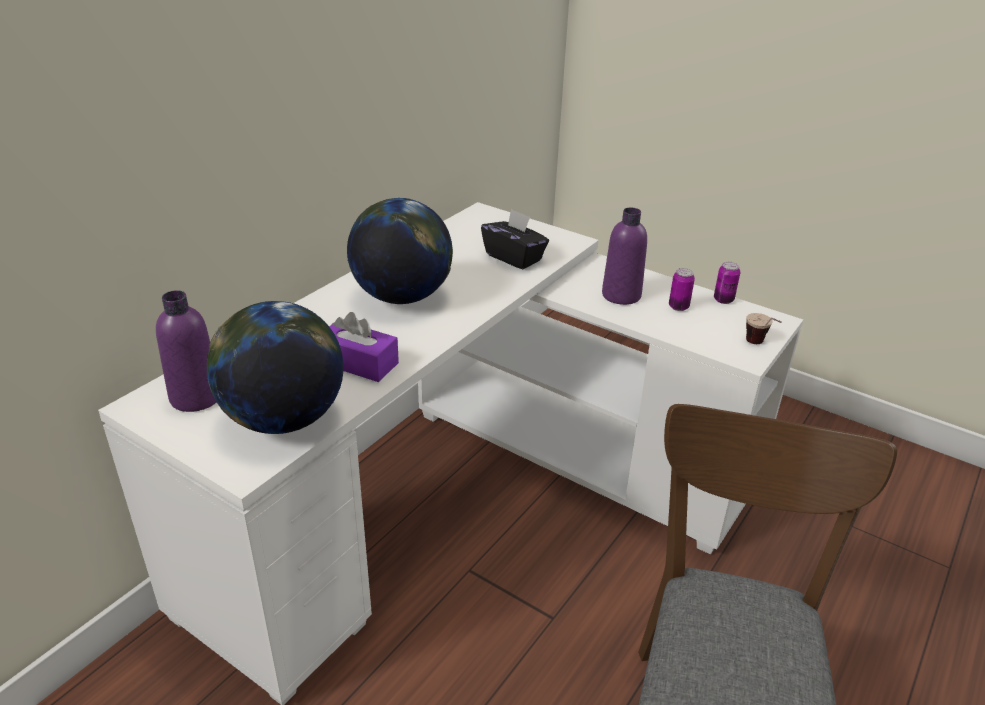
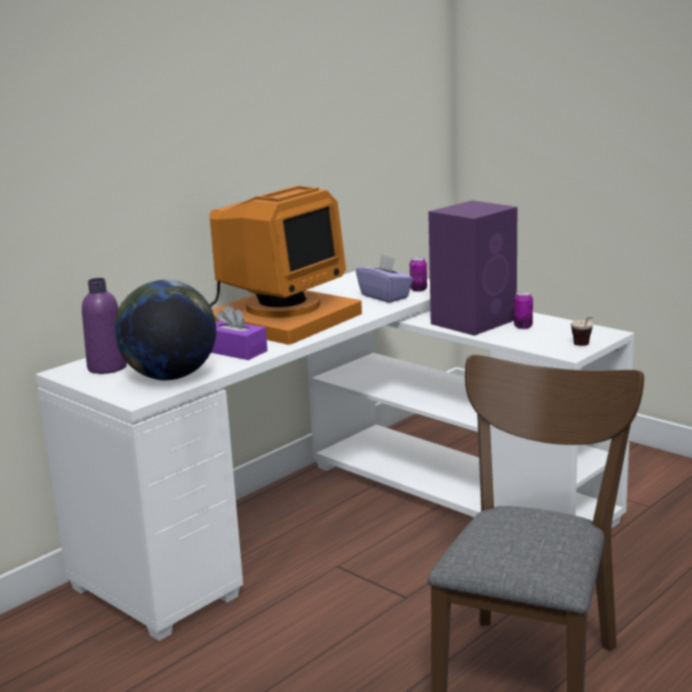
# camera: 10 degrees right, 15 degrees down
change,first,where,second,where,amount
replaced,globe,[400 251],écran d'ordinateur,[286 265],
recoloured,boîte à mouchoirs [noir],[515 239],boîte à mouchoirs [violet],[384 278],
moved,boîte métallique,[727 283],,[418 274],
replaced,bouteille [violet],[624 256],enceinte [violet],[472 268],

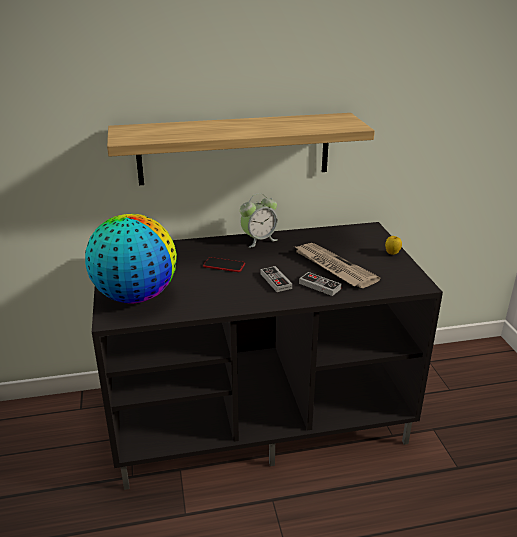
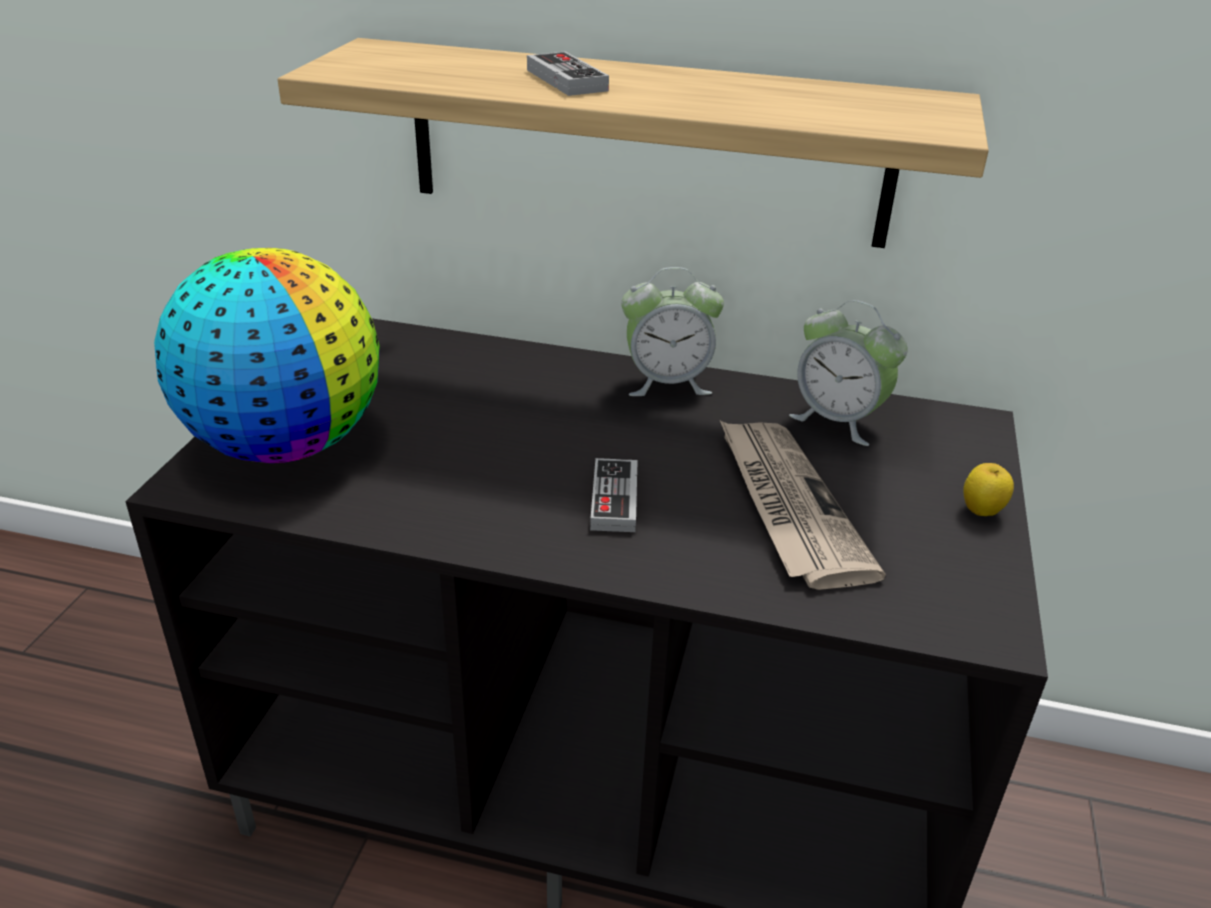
# camera: 25 degrees right, 5 degrees up
change,first,where,second,where,amount
moved,manette,[320 284],,[568 74],
added,,,réveil,[848 373],
removed,téléphone,[224 264],,,

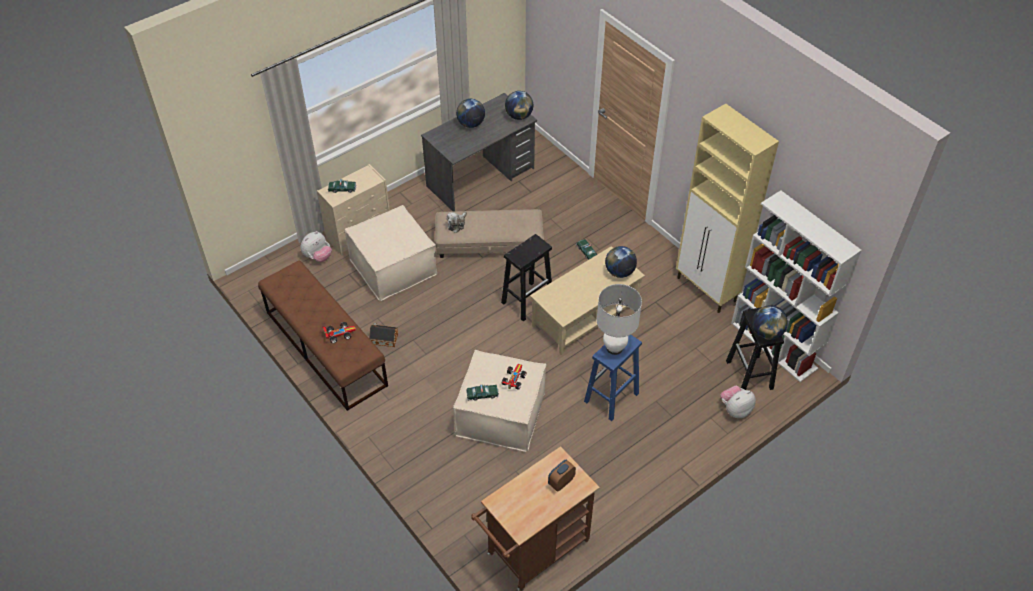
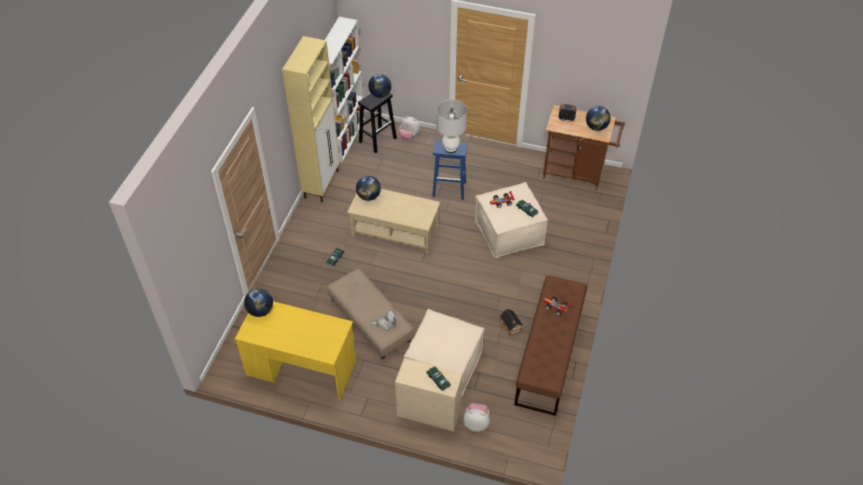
# camera: 125 degrees left, 0 degrees up
change,first,where,second,where,amount
recoloured,bureau [gris],[479 152],bureau [jaune],[295 350],
moved,globe,[470 113],,[598 118],
removed,tabouret [noir],[526 277],,,

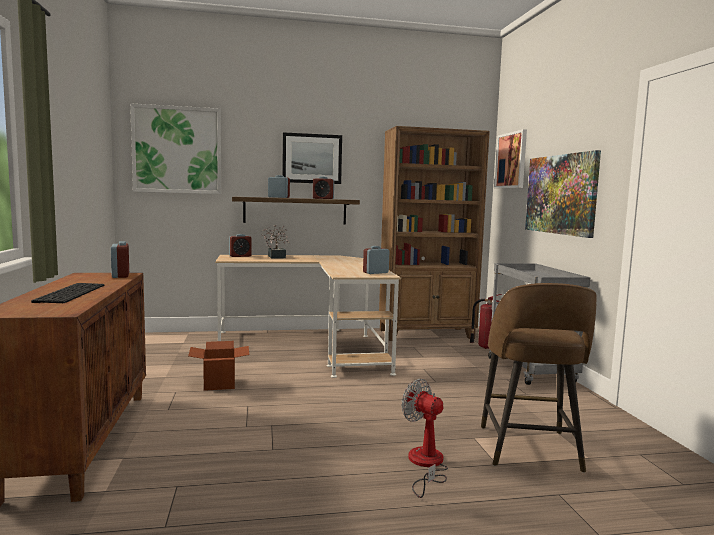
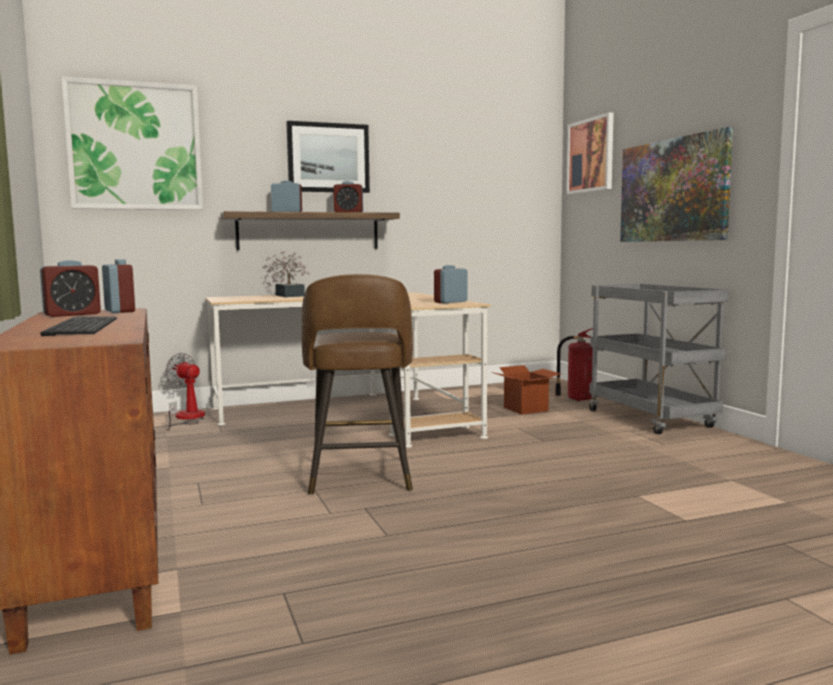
# camera: 10 degrees left, 0 degrees up
change,first,where,second,where,amount
moved,réveil,[240 245],,[70 288],
moved,ventilateur,[424 438],,[185 392],
moved,tabouret [marron],[538 378],,[357 384],
moved,carton,[218 366],,[526 390],
removed,bibliothèque [marron],[434 233],,,

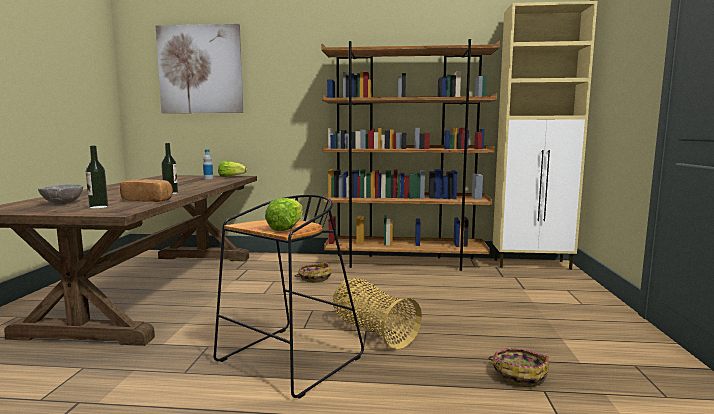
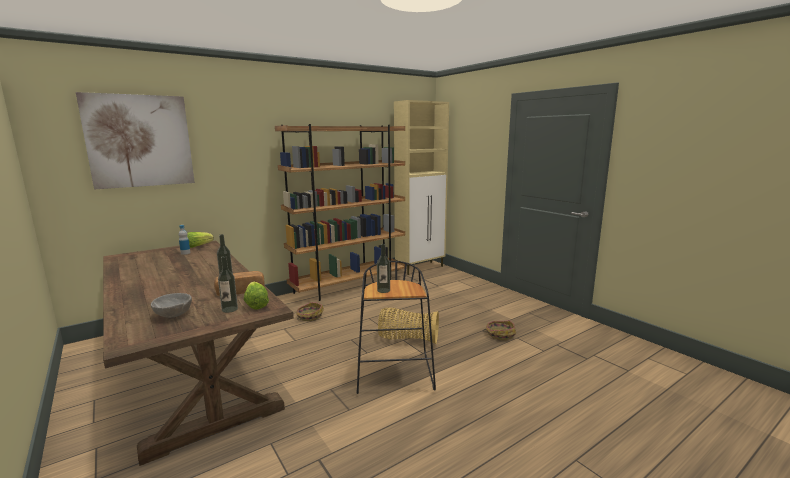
# camera: 40 degrees left, 5 degrees up
change,first,where,second,where,amount
moved,laitue,[284 214],,[256 295],
added,,,bouteille,[383 268],

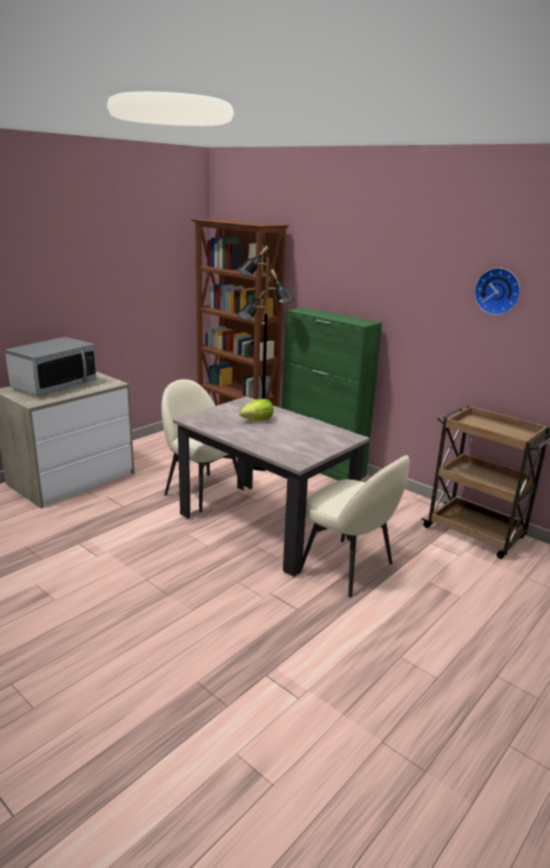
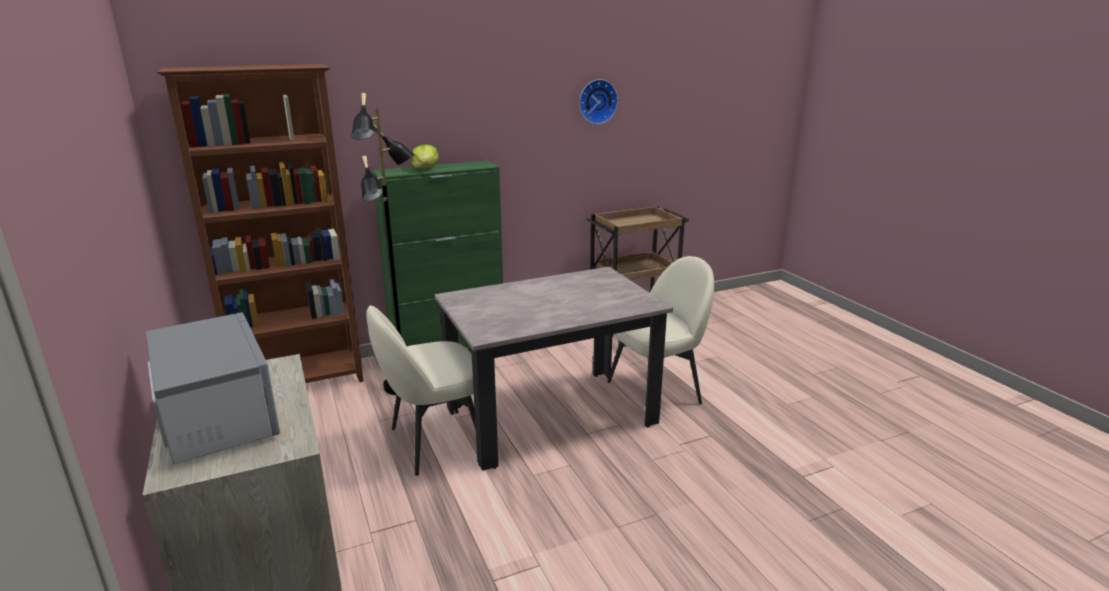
# camera: 65 degrees left, 0 degrees up
change,first,where,second,where,amount
moved,laitue,[256 410],,[425 156],

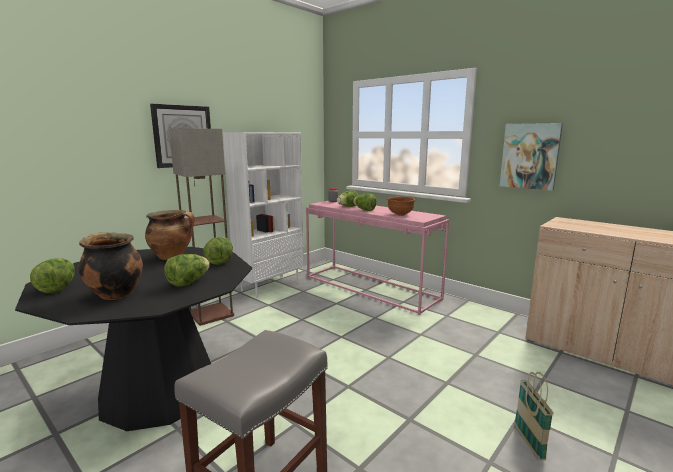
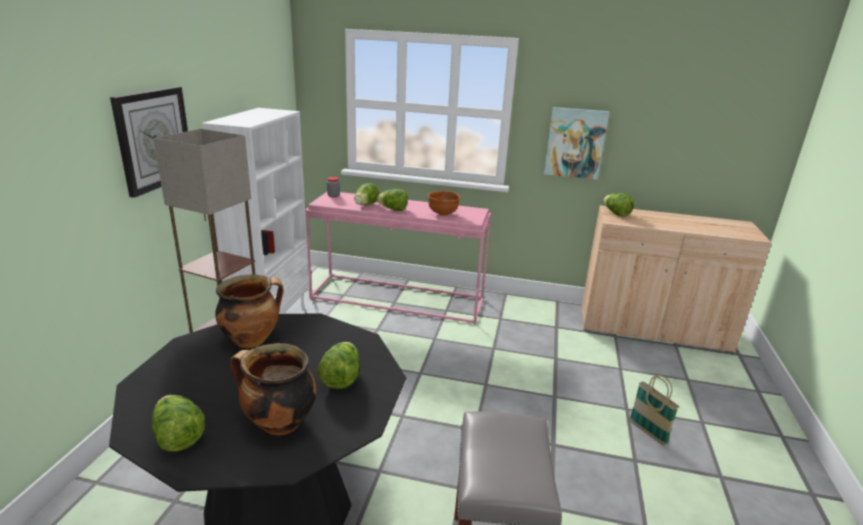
# camera: 30 degrees left, 10 degrees up
change,first,where,second,where,amount
moved,laitue,[218 251],,[619 205],

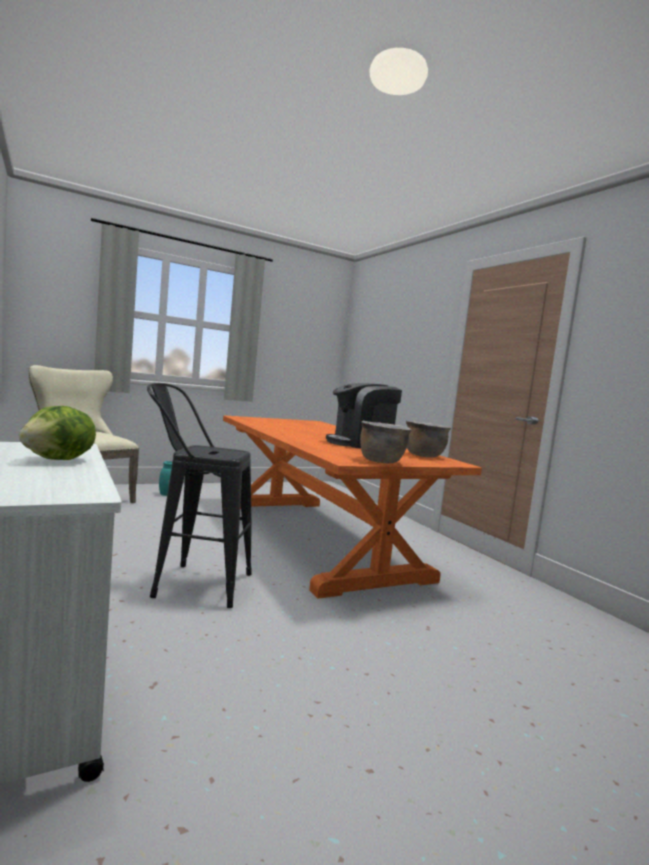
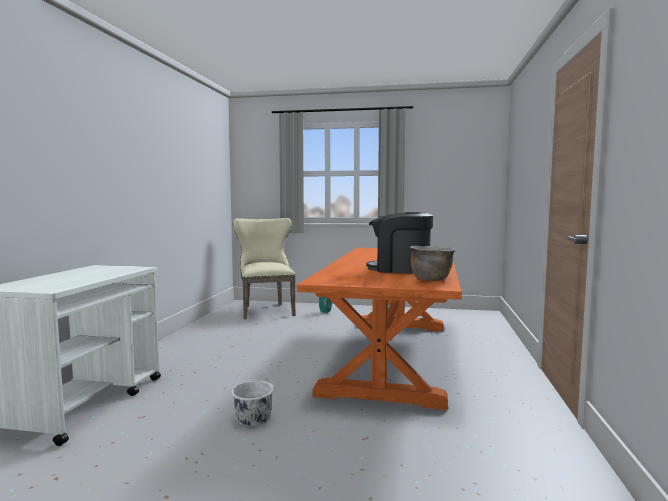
# camera: 40 degrees right, 0 degrees up
change,first,where,second,where,amount
added,,,seau [blanc],[252 396],
removed,laitue,[57 433],,,
removed,tabouret [noir],[199 495],,,
removed,marmite [marron],[386 442],,,

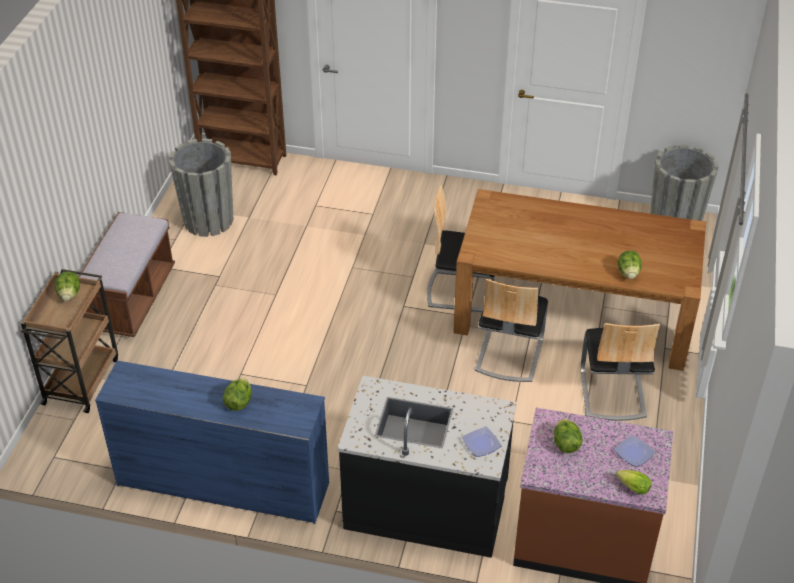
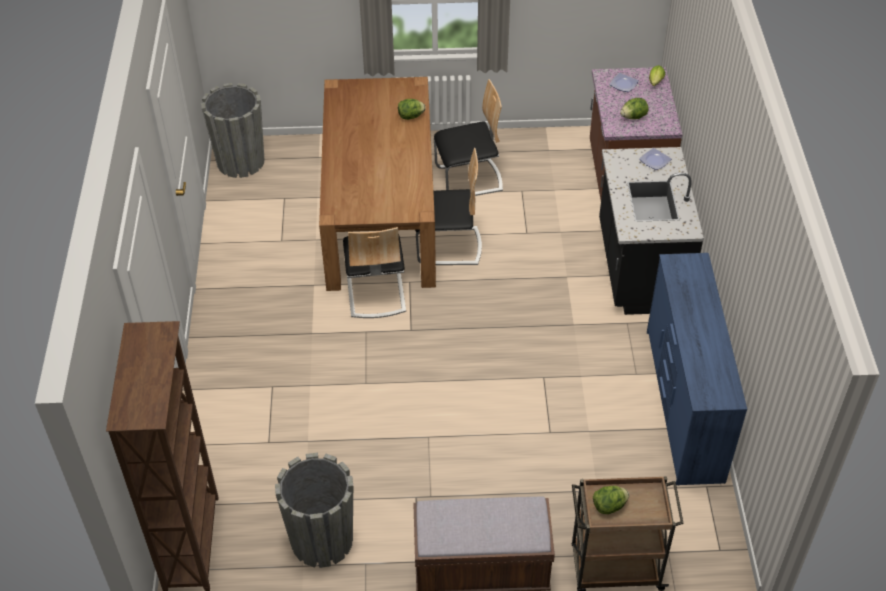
# camera: 105 degrees left, 5 degrees up
change,first,where,second,where,amount
removed,laitue,[237 394],,,

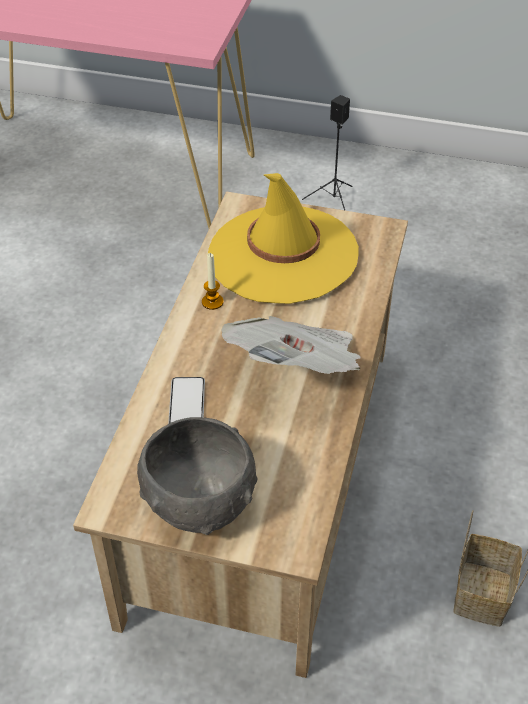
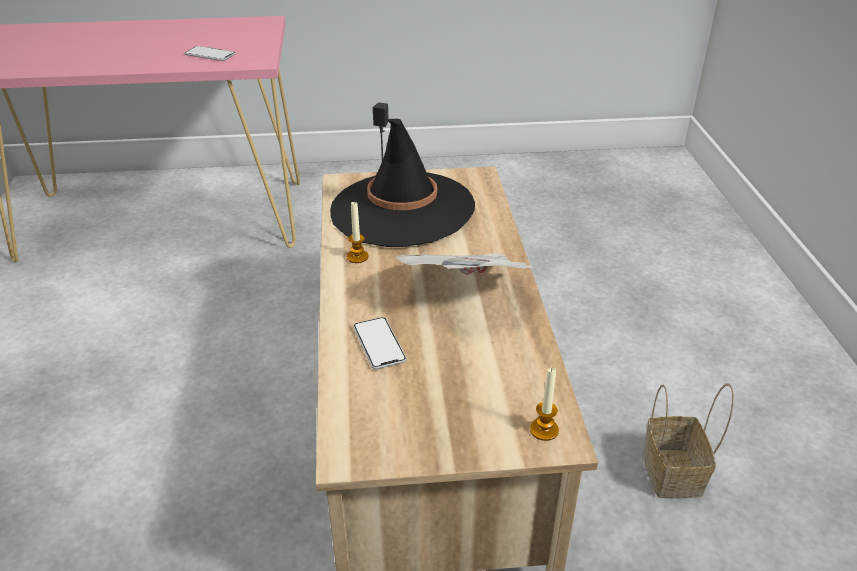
# camera: 20 degrees left, 10 degrees down
change,first,where,second,where,amount
added,,,téléphone,[210 53],
recoloured,chapeau [jaune],[283 238],chapeau [noir],[402 183],
added,,,bougie,[544 404],
removed,bol [gris],[197 476],,,

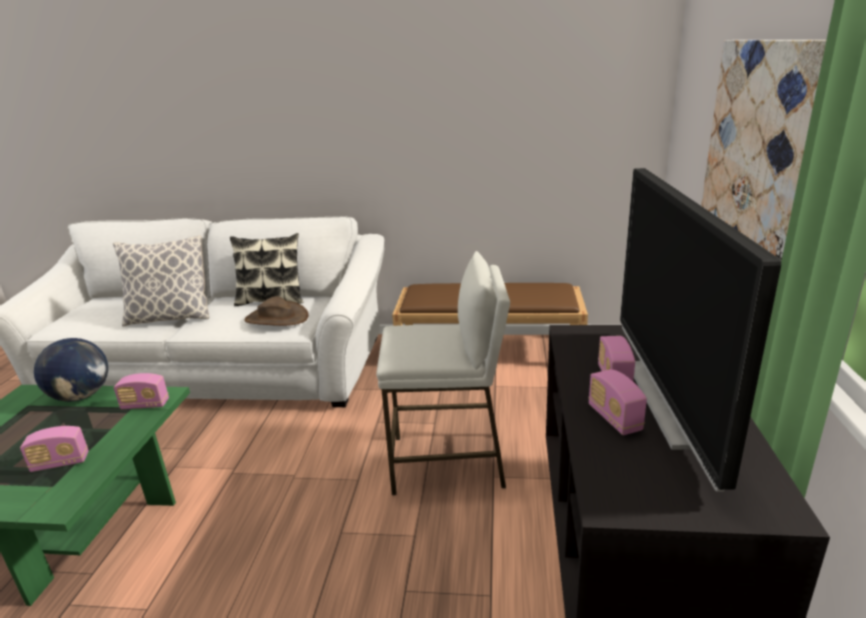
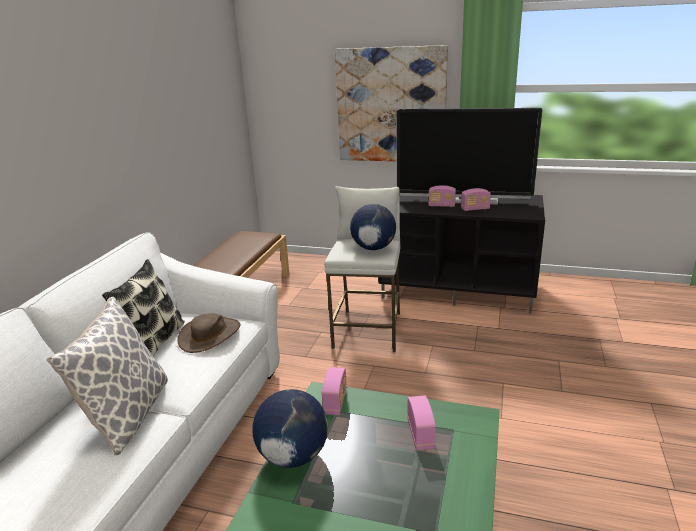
# camera: 80 degrees left, 0 degrees up
change,first,where,second,where,amount
added,,,globe,[373 227],

